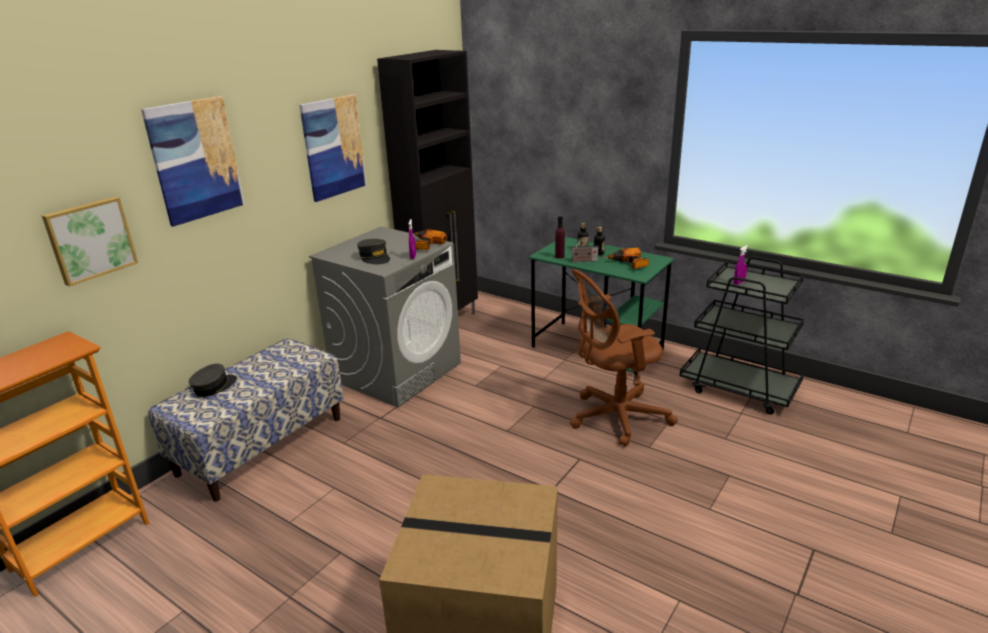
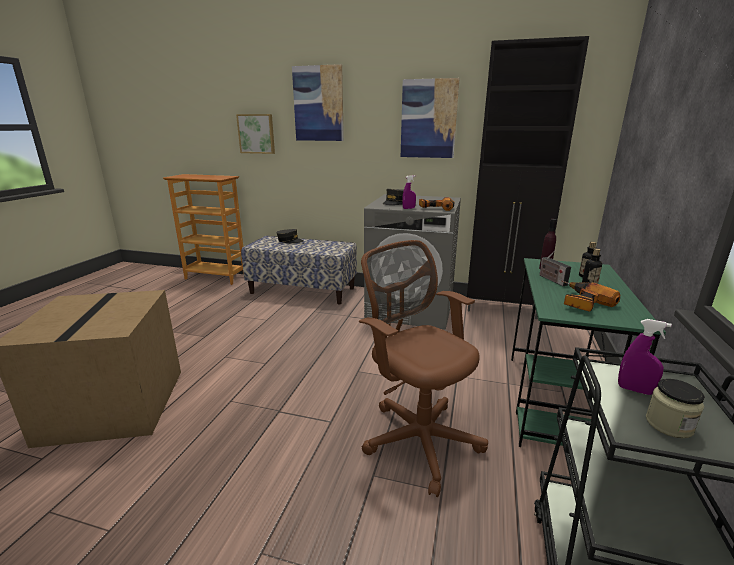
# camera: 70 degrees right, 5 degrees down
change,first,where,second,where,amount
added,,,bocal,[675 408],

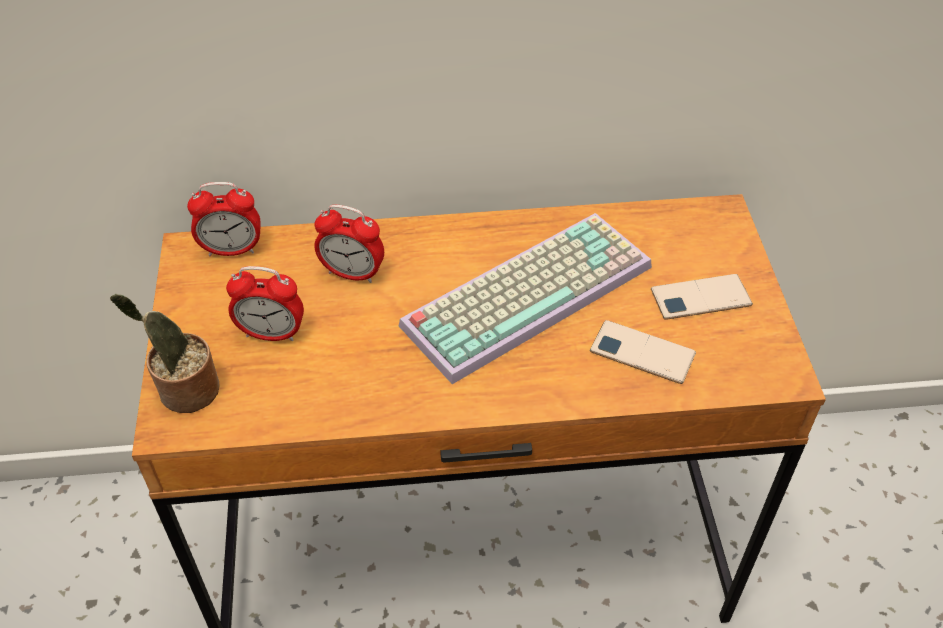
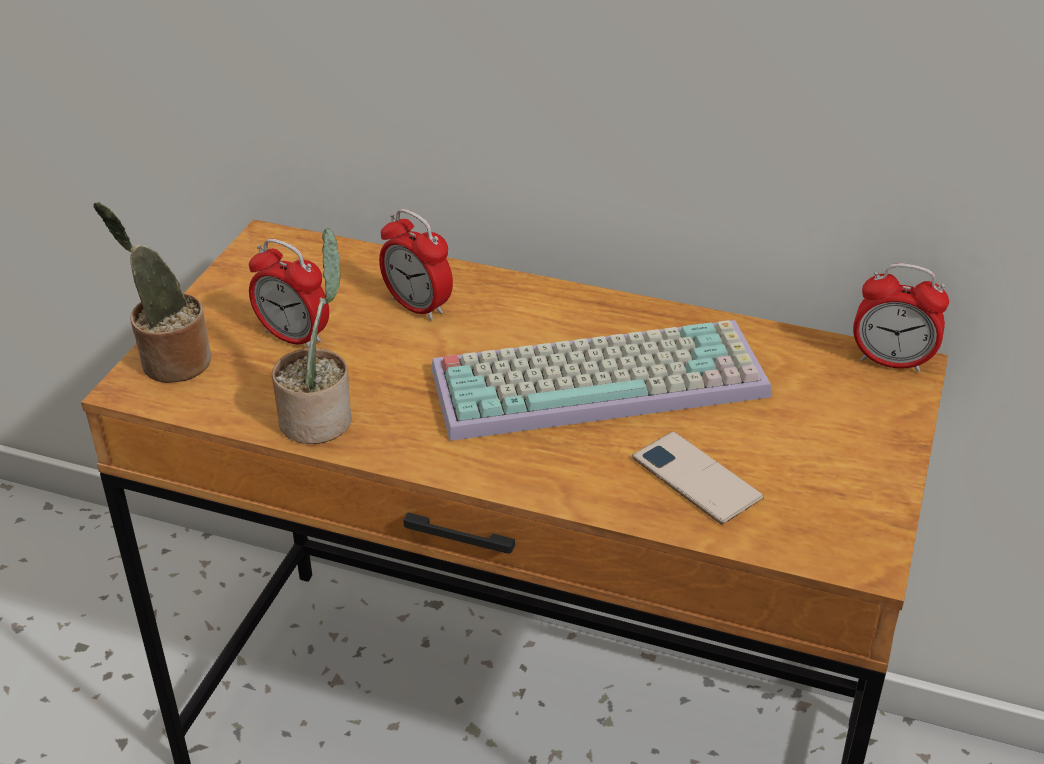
# camera: 25 degrees right, 10 degrees down
change,first,where,second,where,amount
added,,,plante en pot,[311 336],
moved,réveil,[224 219],,[901 317],
removed,téléphone,[702 297],,,

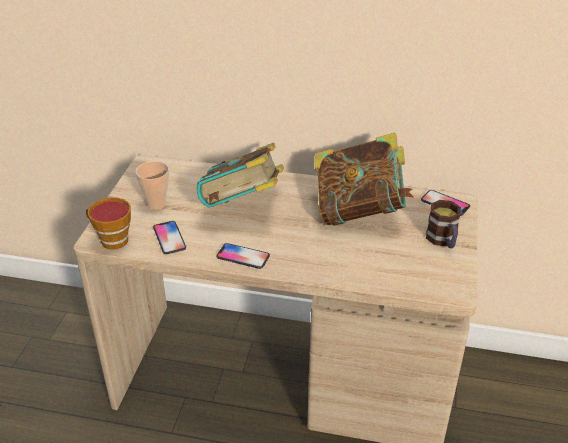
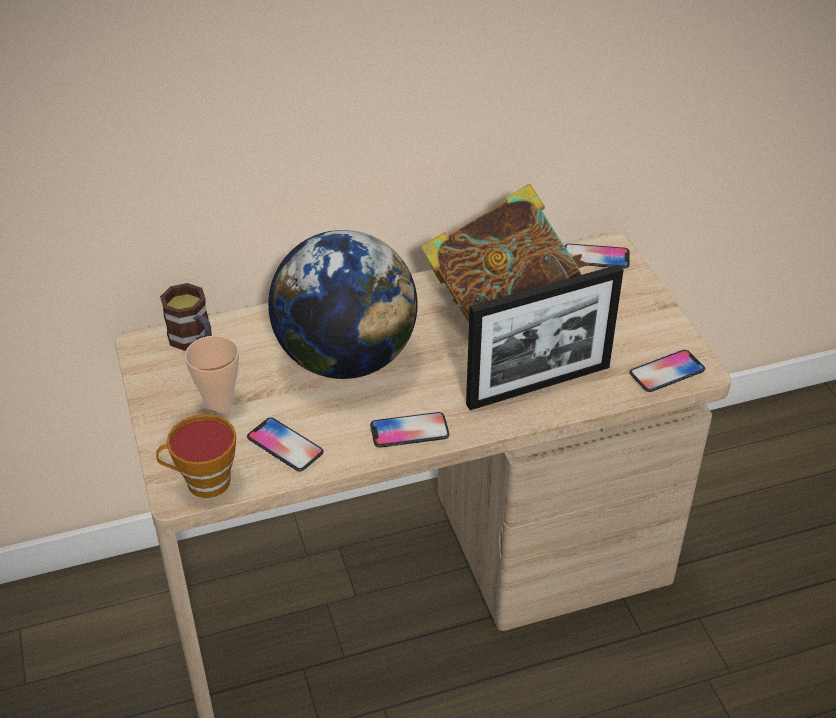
# camera: 30 degrees left, 5 degrees up
change,first,where,second,where,amount
moved,mug,[443 224],,[186 317],
replaced,livre,[240 175],globe,[343 304],
added,,,cadre photo,[545 337],
added,,,téléphone,[667 371],

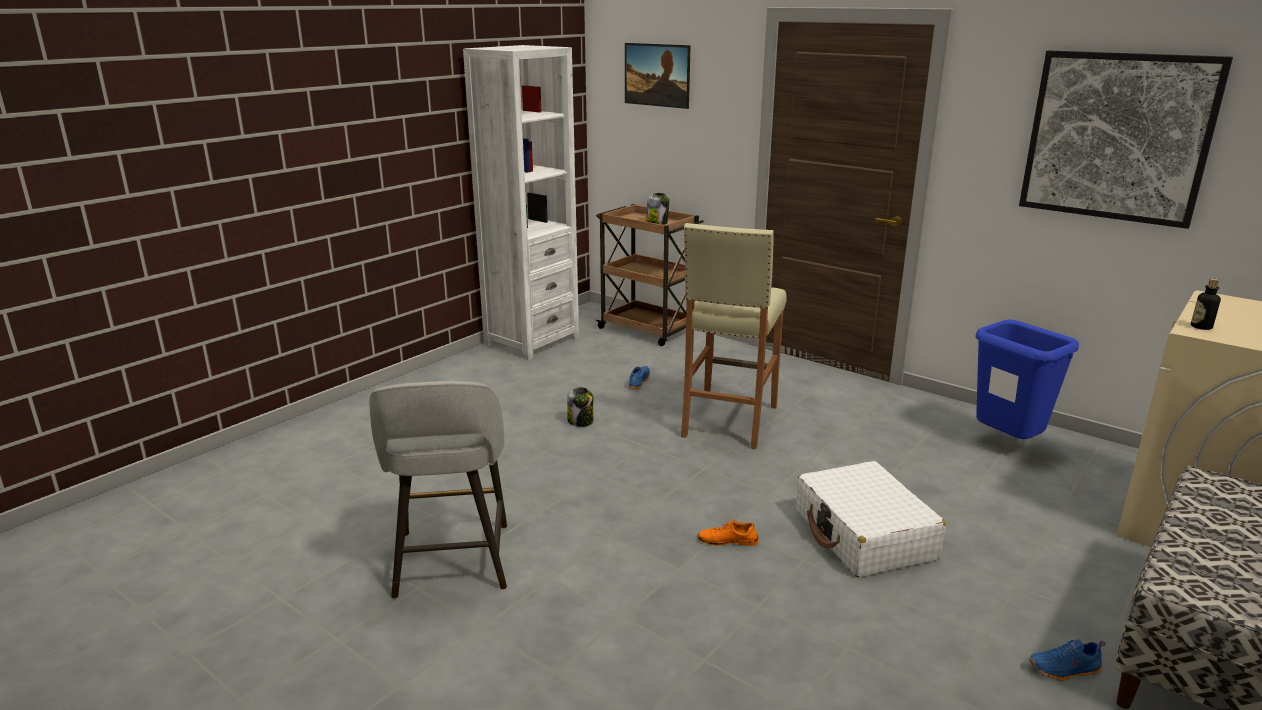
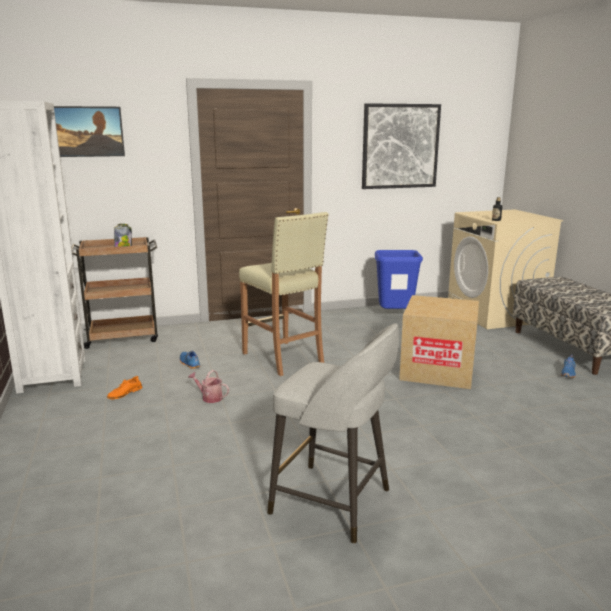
# camera: 55 degrees left, 5 degrees down
change,first,where,second,where,amount
moved,chaussure [orange],[728 533],,[124 387],
replaced,bocal,[580 407],arrosoir,[208 386],
replaced,valise [blanc],[871 519],carton,[439 342],

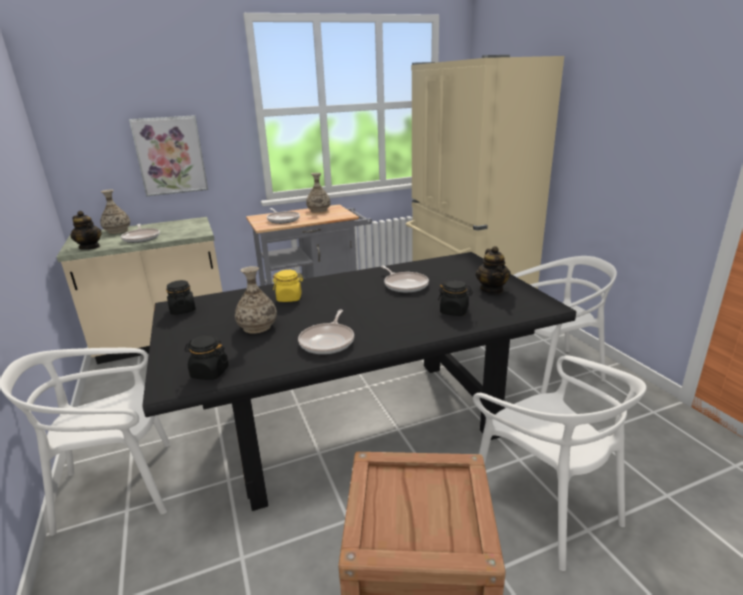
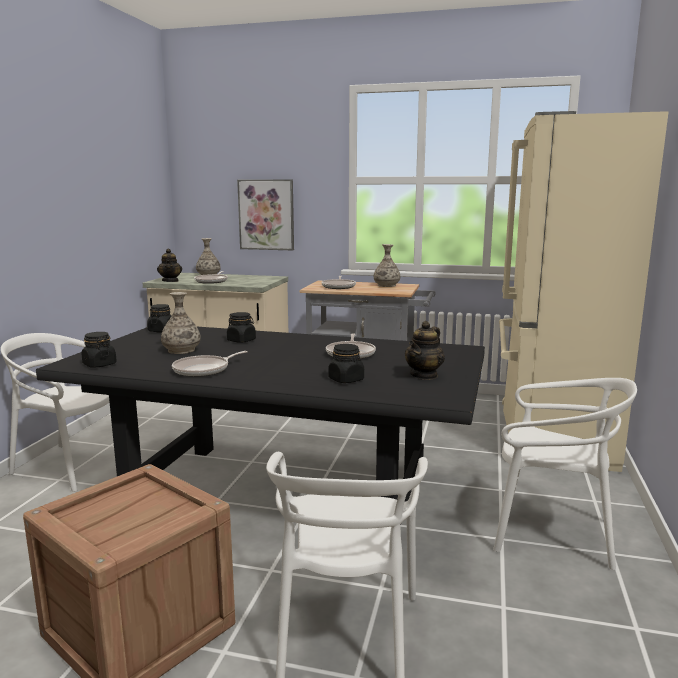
# camera: 35 degrees right, 10 degrees down
change,first,where,second,where,amount
recoloured,bocal [jaune],[288 286],bocal [noir],[241 327],

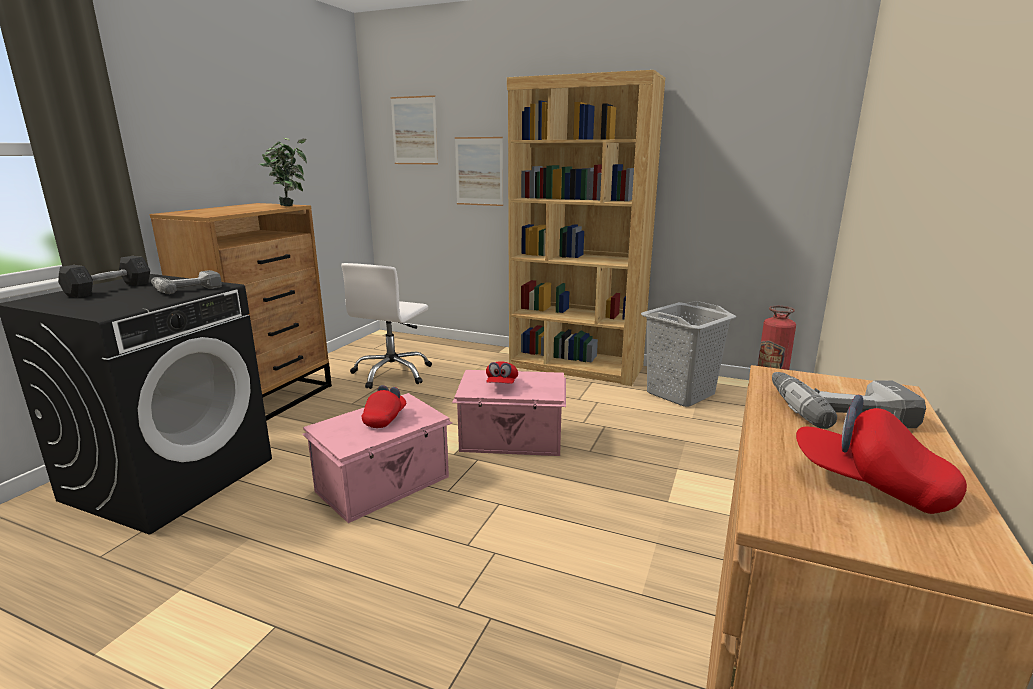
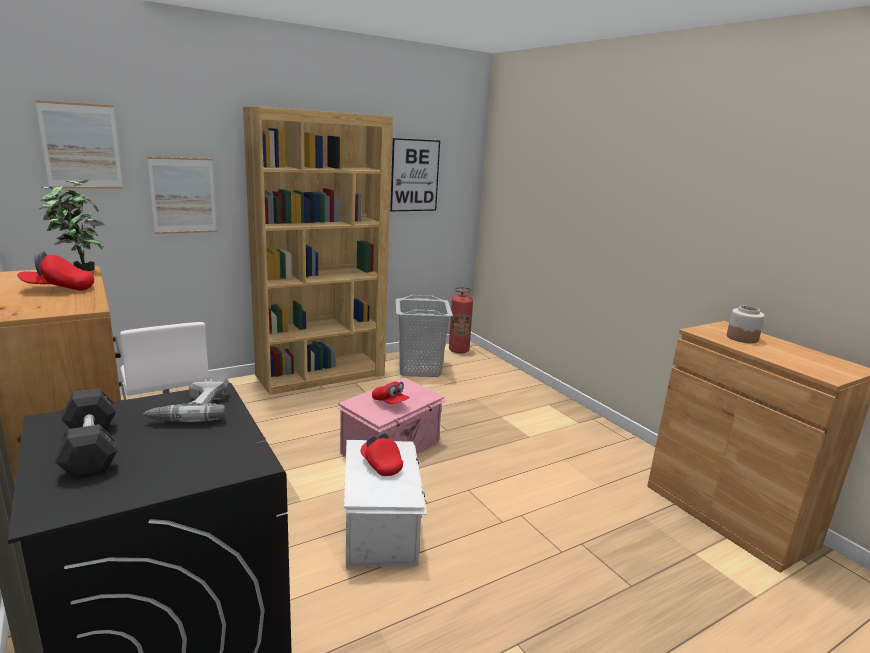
# camera: 55 degrees left, 0 degrees up
change,first,where,second,where,amount
moved,casquette [rouge],[881 454],,[55 271],
recoloured,boîte de rangement [rose],[377 458],boîte de rangement [blanc],[385 504],
added,,,tableau,[415 174],
replaced,perceuse,[849 400],bocal,[746 324],

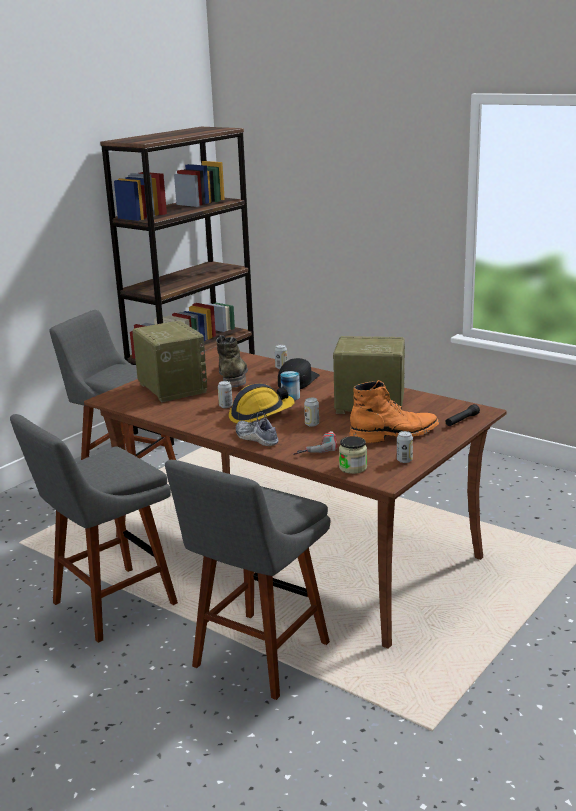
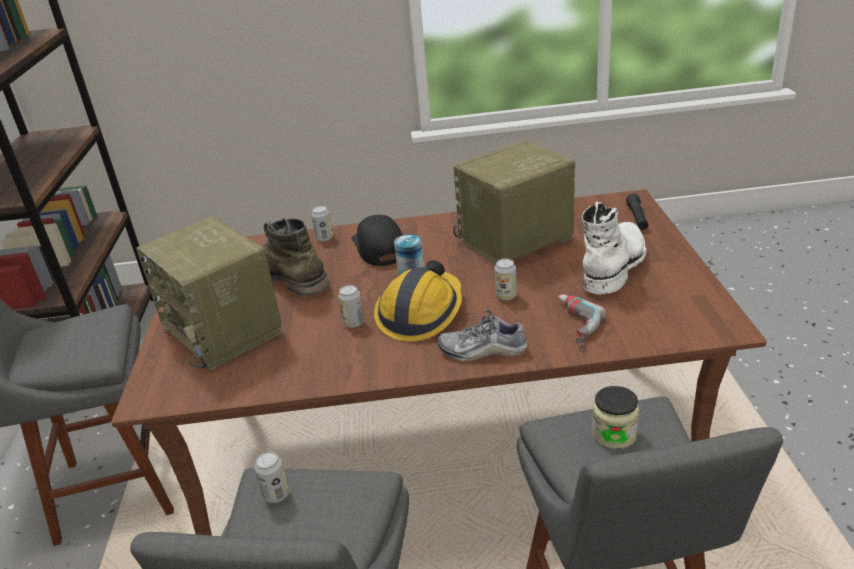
# camera: 40 degrees left, 10 degrees up
change,first,where,second,where,amount
turned,radio,[169 361],,[209 294],150 degrees counterclockwise
moved,boîte métallique,[405 447],,[271 477],
recoloured,botte [orange],[394 411],botte [blanc],[614 248],
moved,bocal,[353 455],,[615 417],

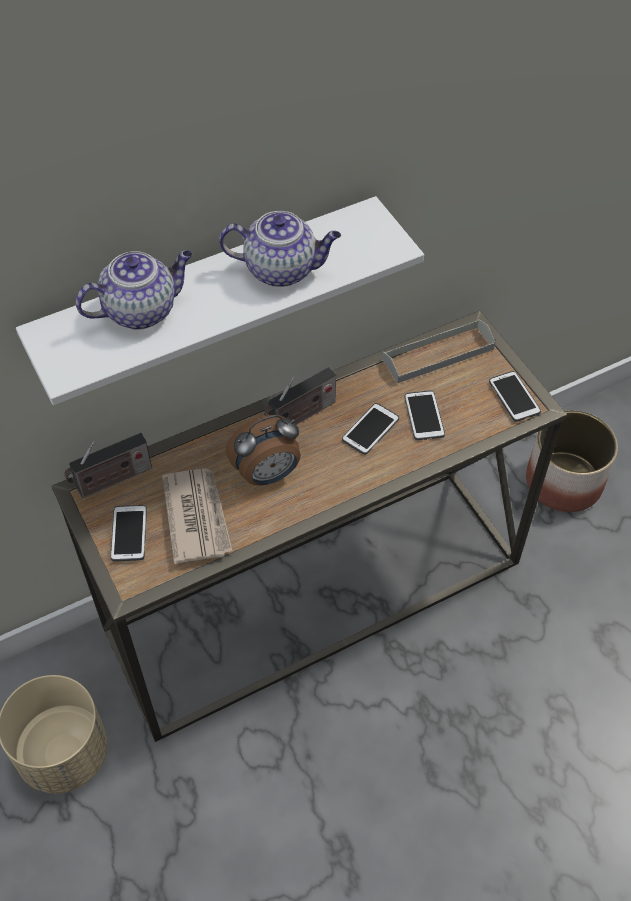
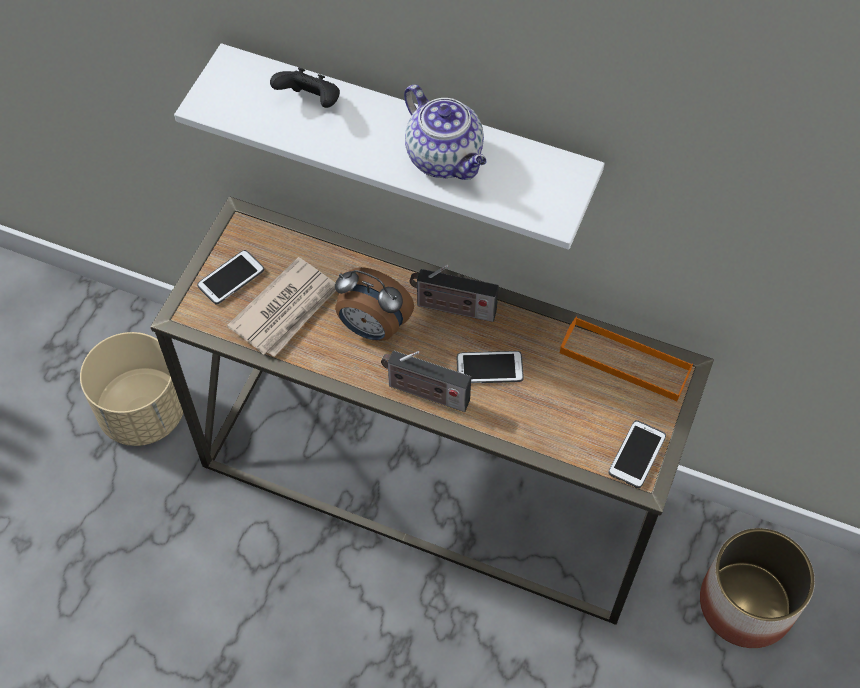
# camera: 50 degrees right, 5 degrees up
change,first,where,second,where,amount
replaced,théière,[134 290],manette [noir],[305 88],
moved,radio,[108 465],,[426 381],
recoloured,plateau [gris],[439 351],plateau [orange],[626 359],
removed,téléphone,[424 415],,,

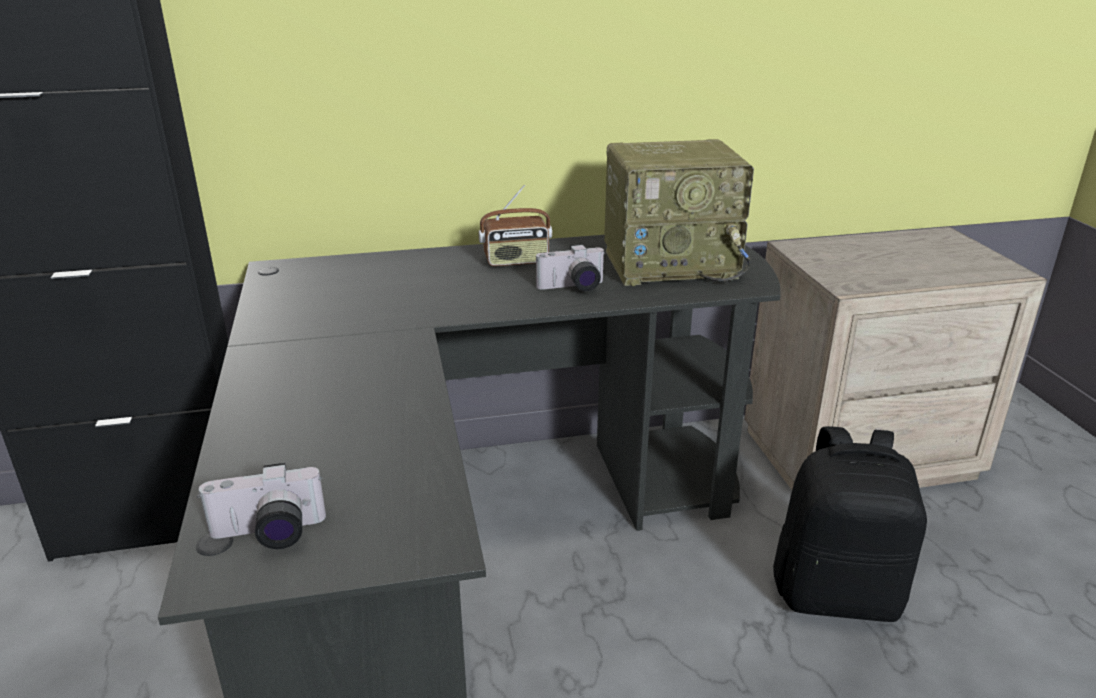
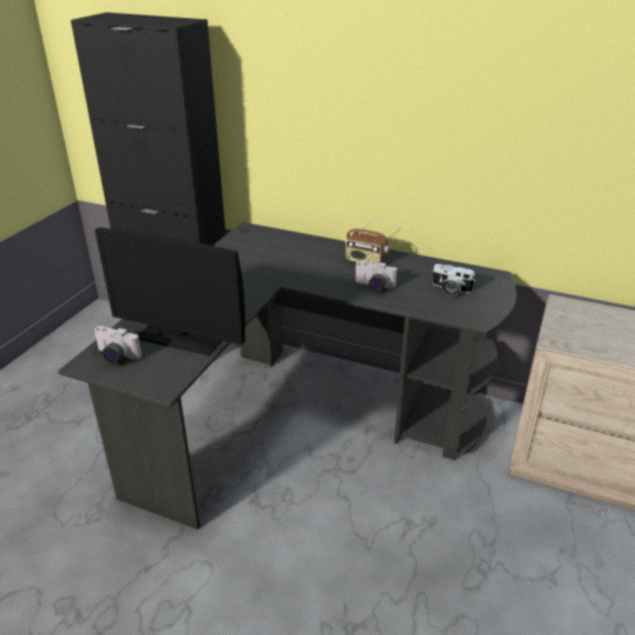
# camera: 35 degrees right, 5 degrees up
change,first,where,second,where,amount
added,,,écran d'ordinateur,[170 291],
replaced,radio,[679 212],appareil photo,[453 280],
removed,sac à dos [noir],[850 524],,,

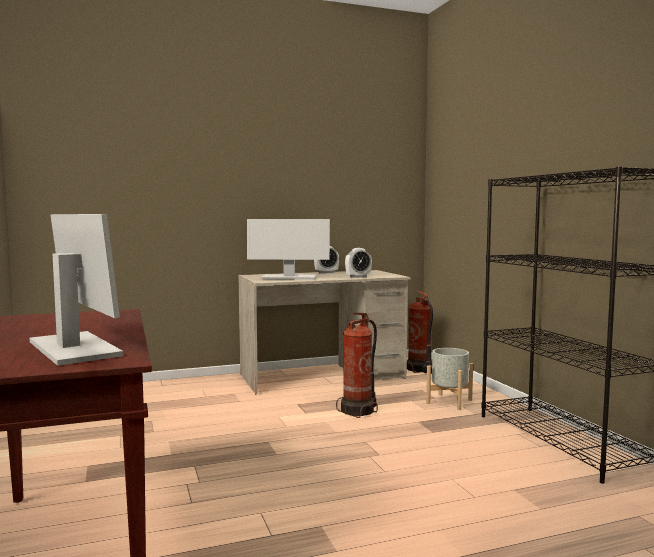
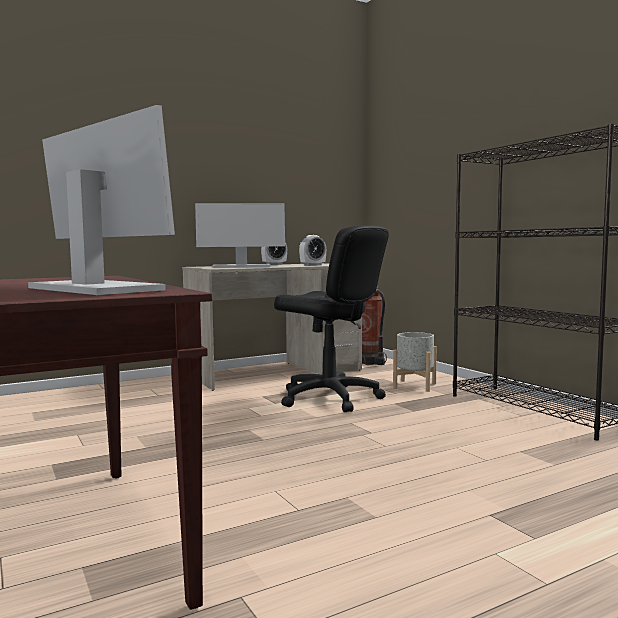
# camera: 10 degrees left, 0 degrees up
change,first,where,second,where,amount
replaced,extincteur,[357 365],chaise de bureau [noir],[331 318],

